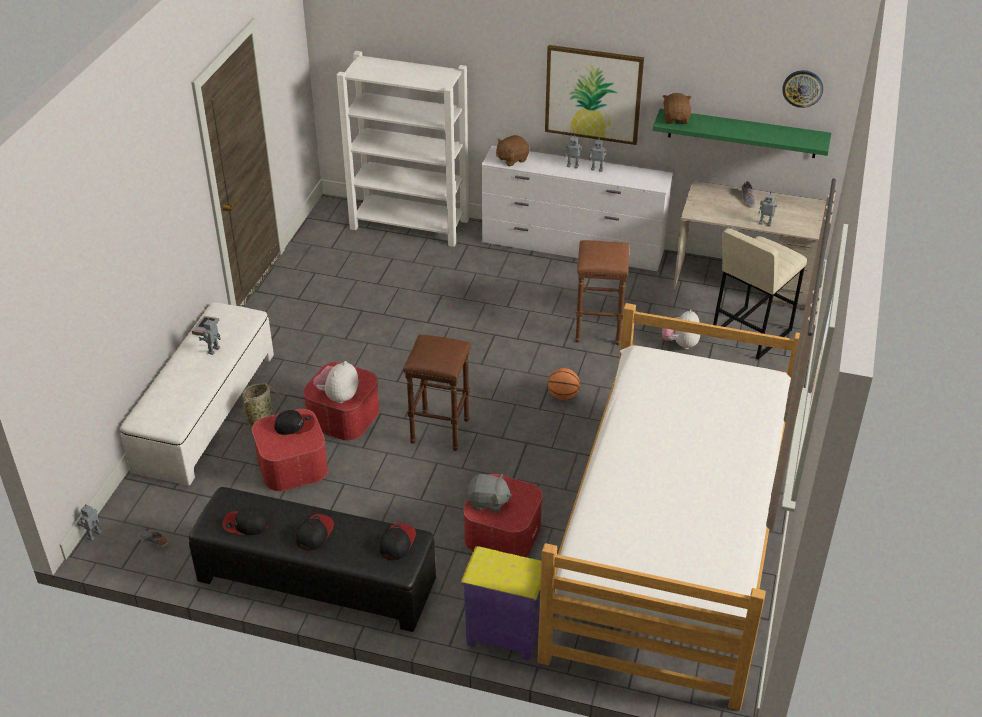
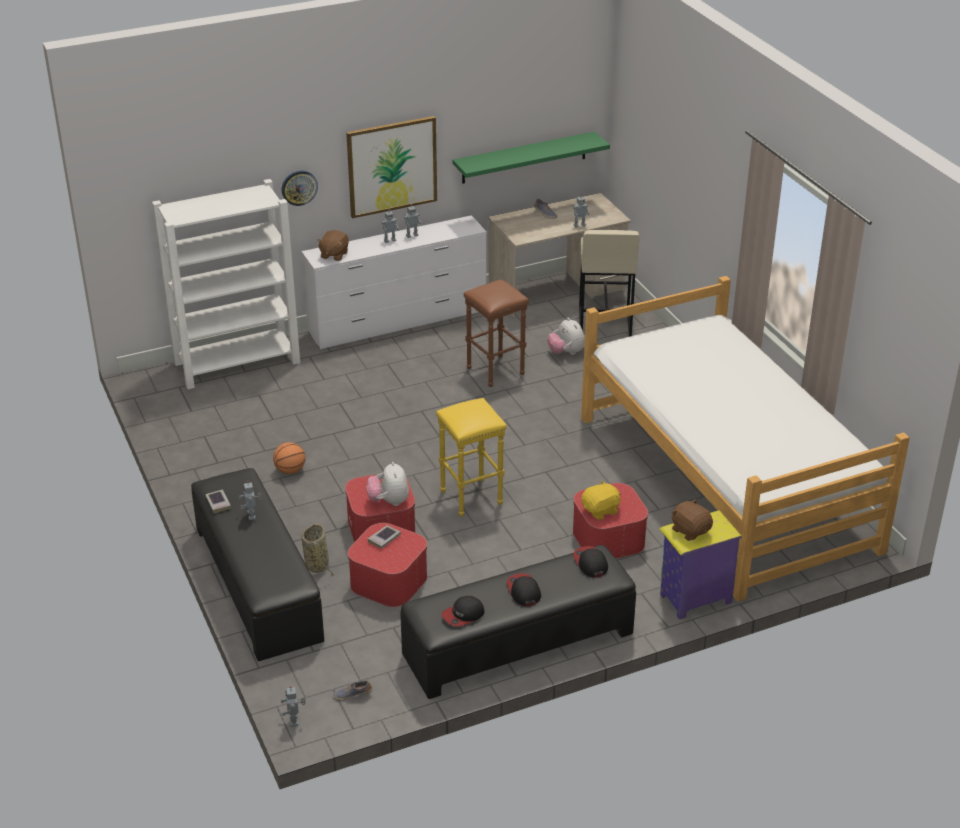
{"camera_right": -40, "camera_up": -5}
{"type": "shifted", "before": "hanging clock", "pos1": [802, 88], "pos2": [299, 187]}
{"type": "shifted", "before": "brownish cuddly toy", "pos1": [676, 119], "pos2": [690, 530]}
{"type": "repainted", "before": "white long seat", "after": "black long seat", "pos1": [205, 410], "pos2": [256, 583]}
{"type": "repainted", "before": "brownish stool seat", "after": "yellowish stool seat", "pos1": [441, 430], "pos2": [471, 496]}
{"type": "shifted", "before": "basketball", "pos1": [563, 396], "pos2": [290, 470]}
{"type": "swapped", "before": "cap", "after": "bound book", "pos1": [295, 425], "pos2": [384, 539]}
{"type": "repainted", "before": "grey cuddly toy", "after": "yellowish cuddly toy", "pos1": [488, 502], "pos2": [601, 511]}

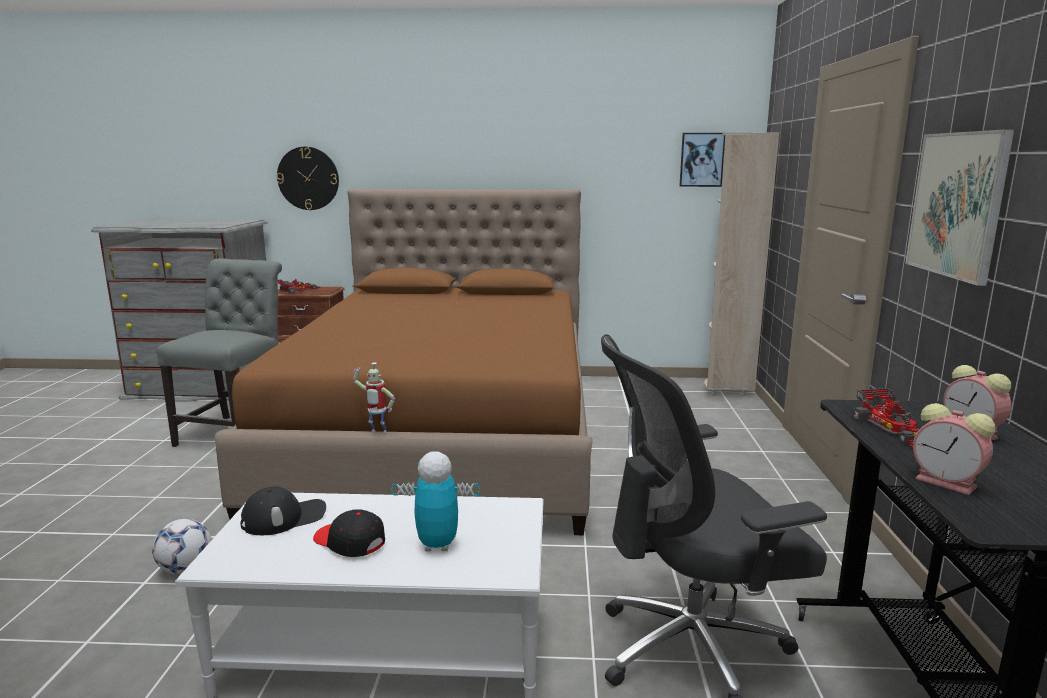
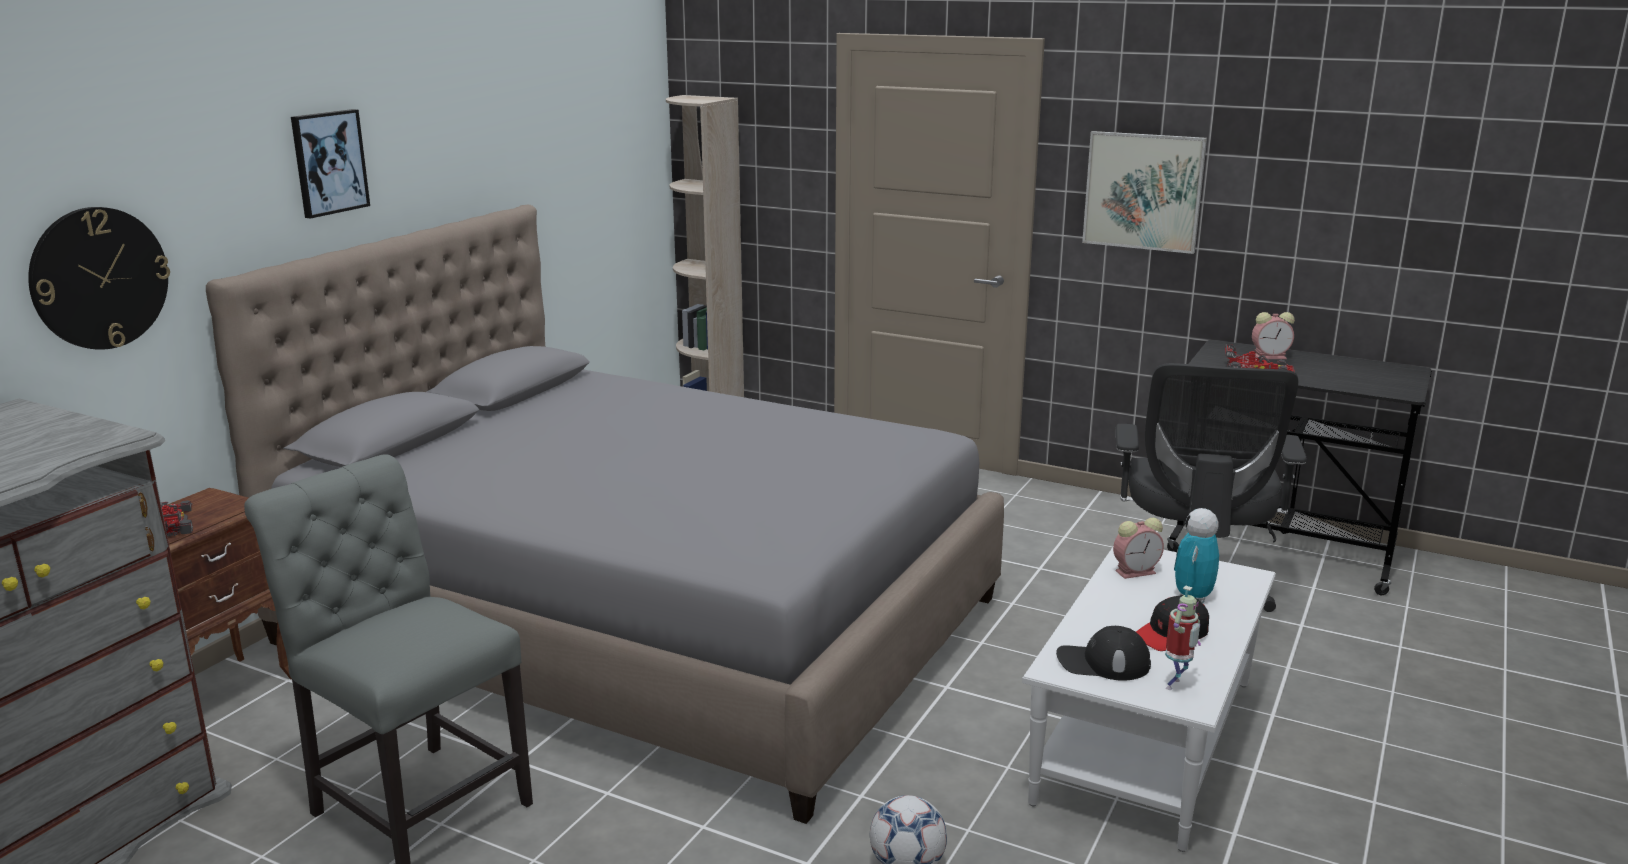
{"camera_right": -65, "camera_up": 5}
{"type": "shifted", "before": "wall art", "pos1": [701, 159], "pos2": [329, 162]}
{"type": "repainted", "before": "brownish bedroom bed", "after": "grey bedroom bed", "pos1": [445, 433], "pos2": [642, 619]}
{"type": "shifted", "before": "model robot", "pos1": [377, 432], "pos2": [1176, 686]}
{"type": "shifted", "before": "table clock", "pos1": [948, 483], "pos2": [1136, 571]}
{"type": "rotated", "before": "black cap", "pos1": [284, 517], "pos2": [1102, 662], "turn": -75}

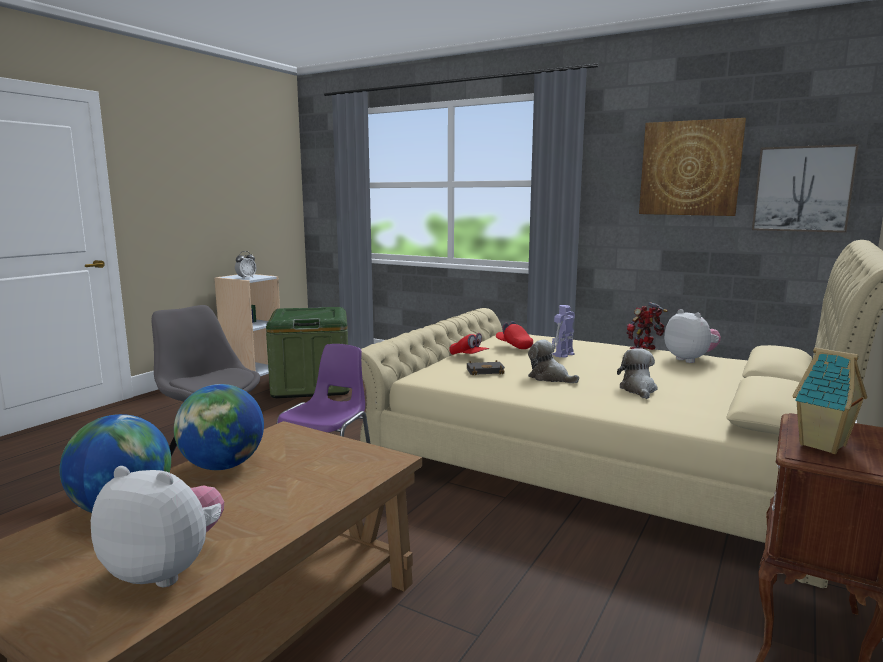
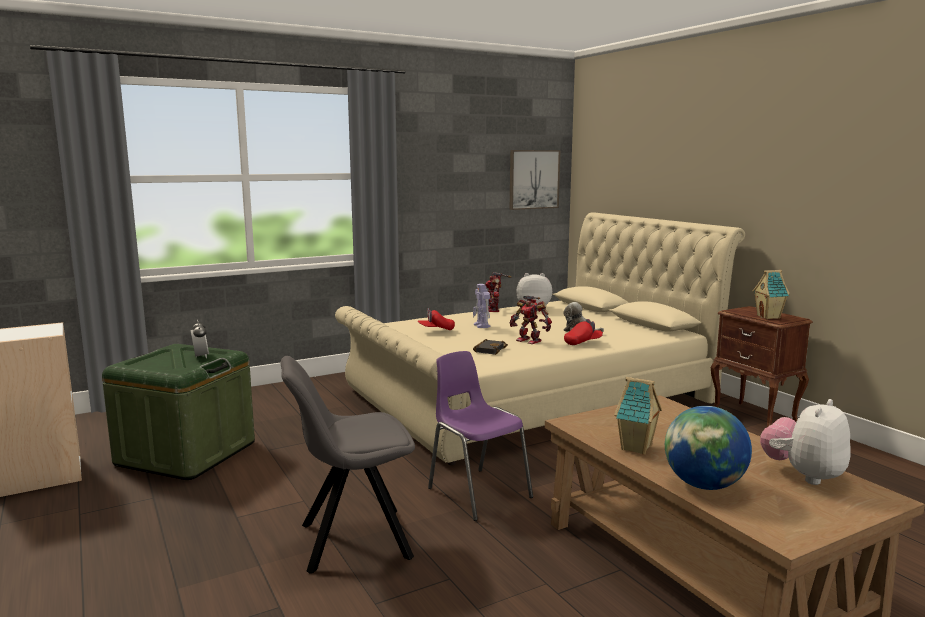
{"camera_right": -60, "camera_up": 0}
{"type": "gone", "before": "wall art", "pos1": [690, 168]}
{"type": "shifted", "before": "table clock", "pos1": [246, 278], "pos2": [201, 356]}
{"type": "shifted", "before": "red cap", "pos1": [468, 356], "pos2": [583, 342]}
{"type": "swapped", "before": "cuddly toy", "after": "model robot", "pos1": [550, 378], "pos2": [529, 340]}
{"type": "swapped", "before": "desk globe", "after": "model house", "pos1": [223, 466], "pos2": [637, 448]}

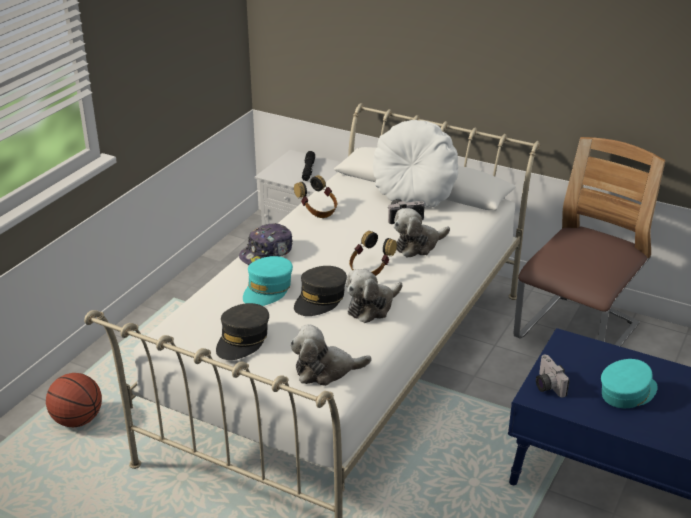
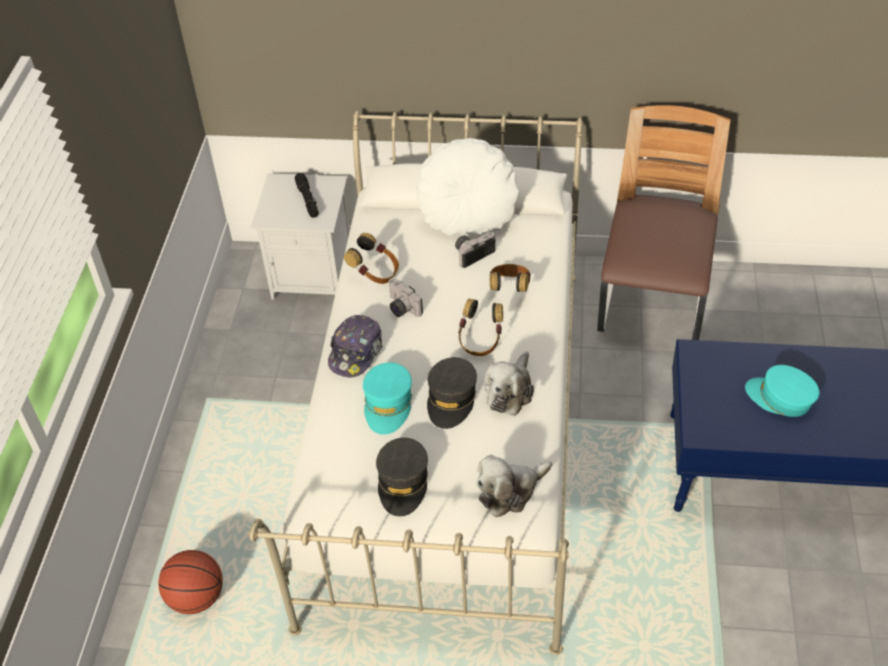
{"camera_right": -20, "camera_up": 15}
{"type": "swapped", "before": "cuddly toy", "after": "headphones", "pos1": [418, 245], "pos2": [509, 289]}
{"type": "shifted", "before": "photo camera", "pos1": [546, 385], "pos2": [401, 308]}
{"type": "rotated", "before": "turquoise-coloured cap", "pos1": [627, 392], "pos2": [780, 398], "turn": -90}

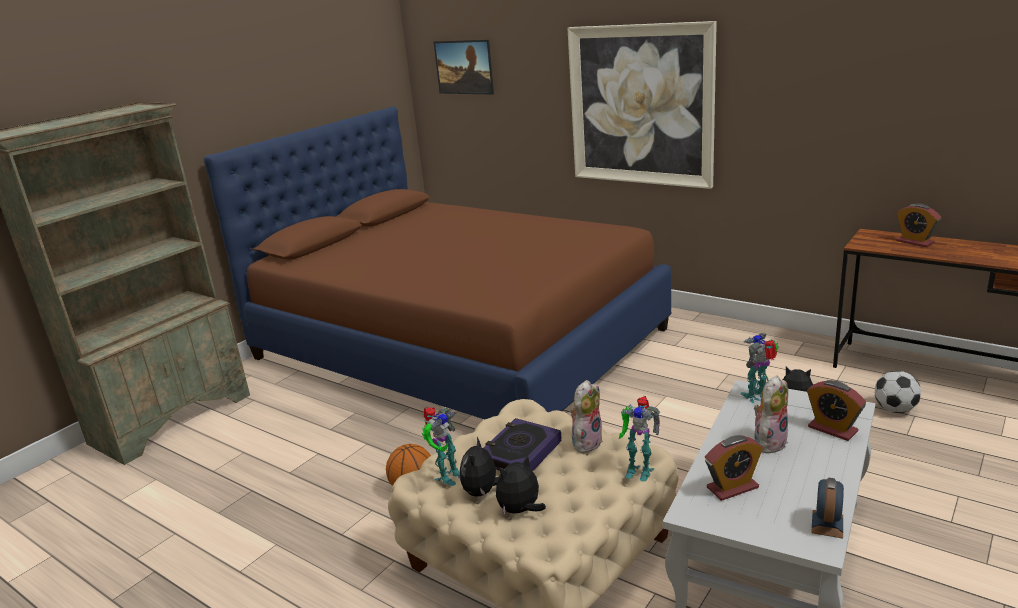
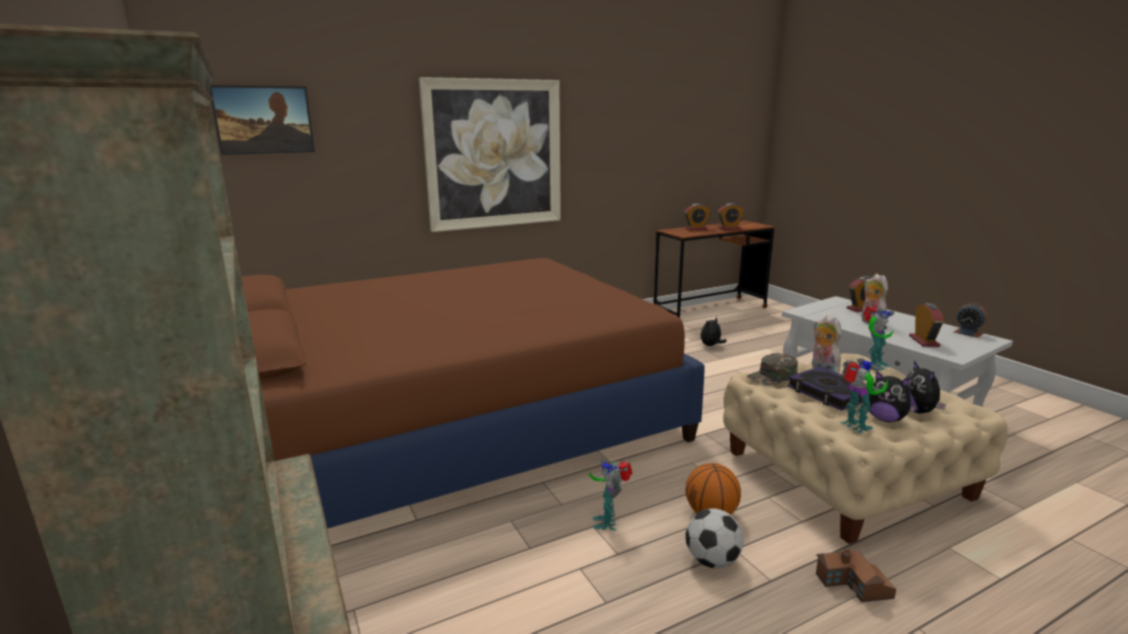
{"camera_right": -65, "camera_up": -5}
{"type": "shifted", "before": "model robot", "pos1": [758, 396], "pos2": [608, 522]}
{"type": "shifted", "before": "football ball", "pos1": [895, 409], "pos2": [712, 560]}
{"type": "new", "after": "table clock", "pos2": [729, 228]}
{"type": "new", "after": "green cap", "pos2": [772, 376]}
{"type": "new", "after": "model house", "pos2": [853, 585]}

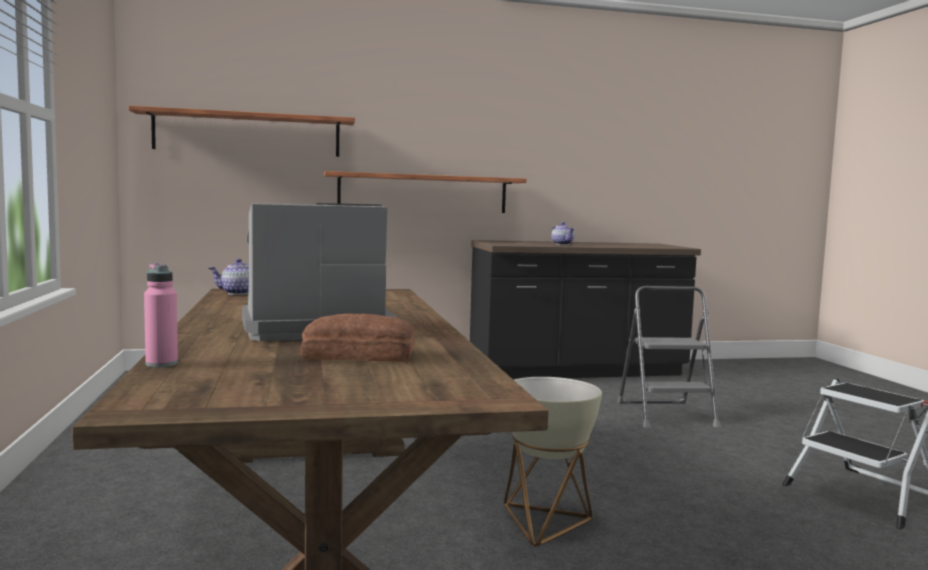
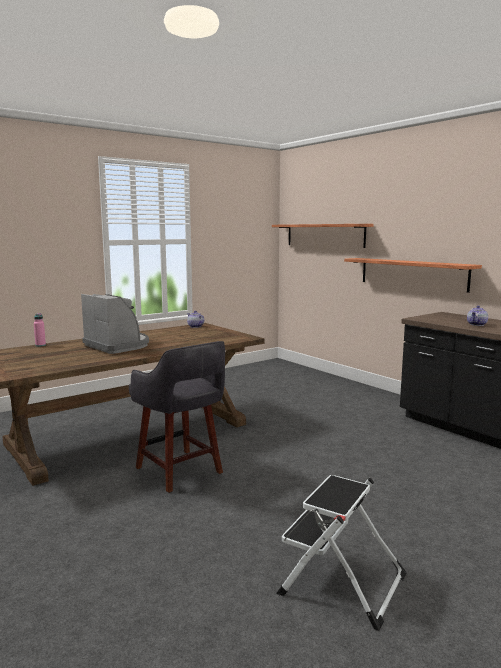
{"camera_right": 65, "camera_up": 5}
{"type": "gone", "before": "grey step ladder", "pos1": [665, 413]}
{"type": "gone", "before": "baked bread", "pos1": [360, 355]}
{"type": "swapped", "before": "plant pot", "after": "grey stool seat", "pos1": [546, 523], "pos2": [180, 472]}

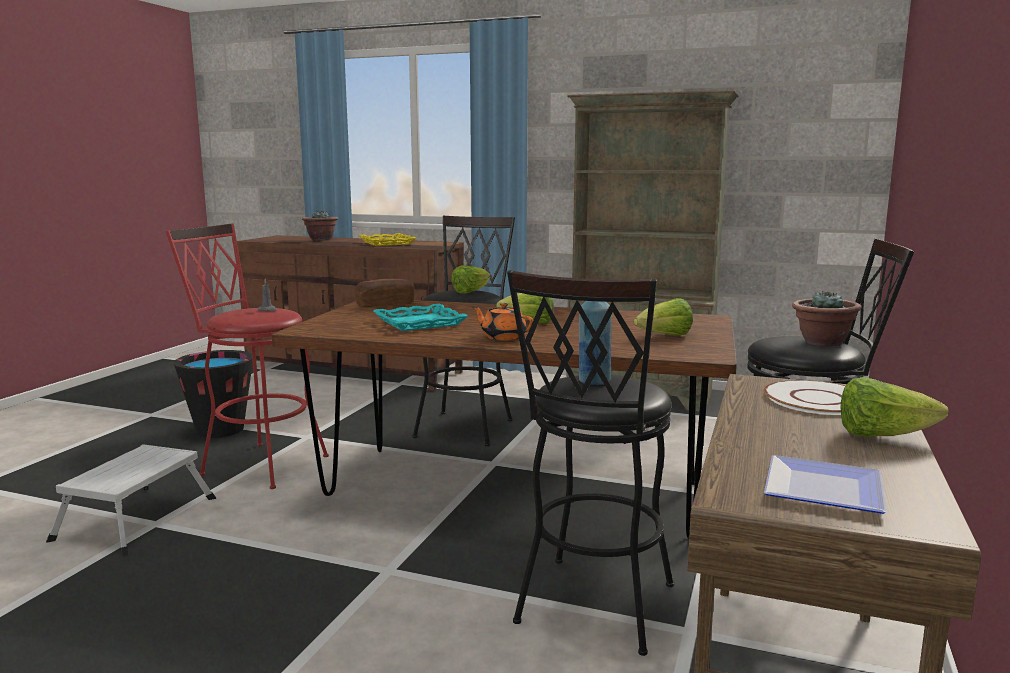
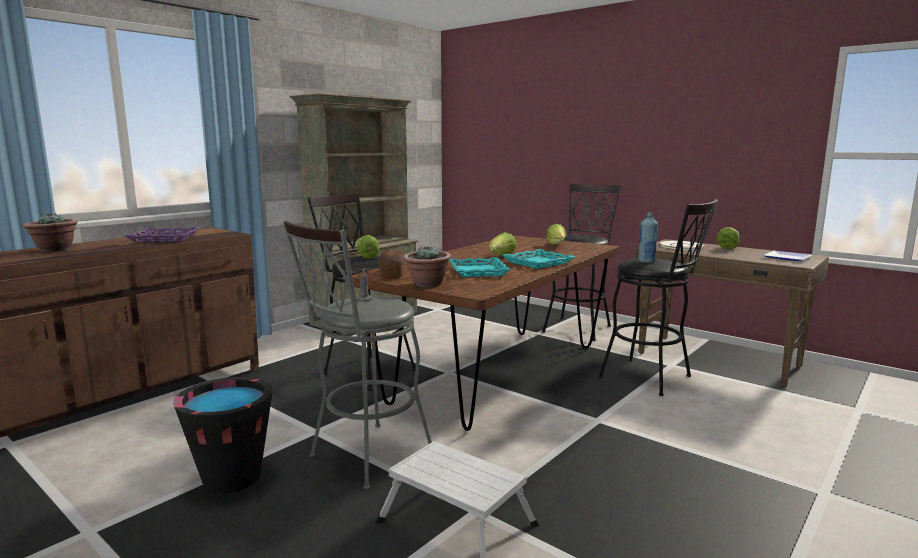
{"camera_right": -70, "camera_up": 0}
{"type": "repainted", "before": "red stool seat", "after": "grey stool seat", "pos1": [257, 463], "pos2": [364, 458]}
{"type": "repainted", "before": "yellowish tray", "after": "purple-coloured tray", "pos1": [387, 243], "pos2": [165, 238]}
{"type": "shifted", "before": "plant in a pot", "pos1": [822, 342], "pos2": [427, 284]}
{"type": "swapped", "before": "orange-coloured pot for tea", "after": "turquoise-coloured tray", "pos1": [503, 337], "pos2": [538, 263]}

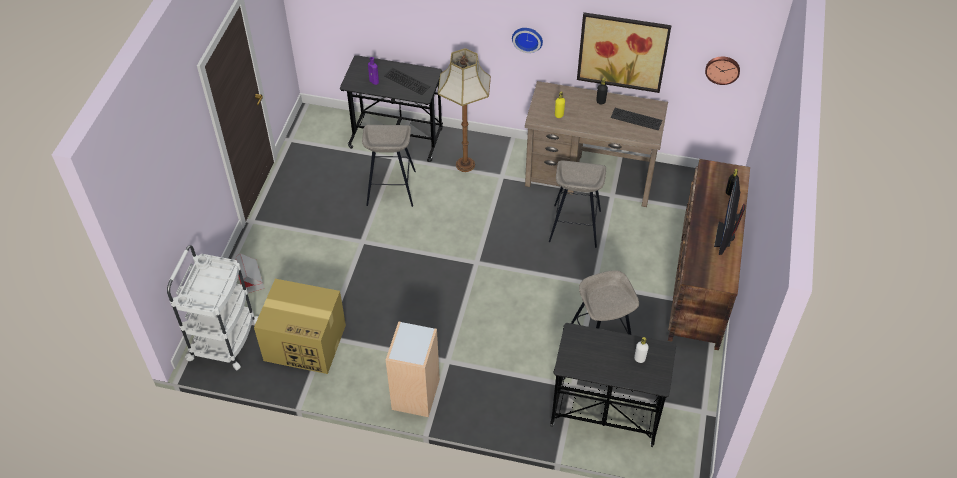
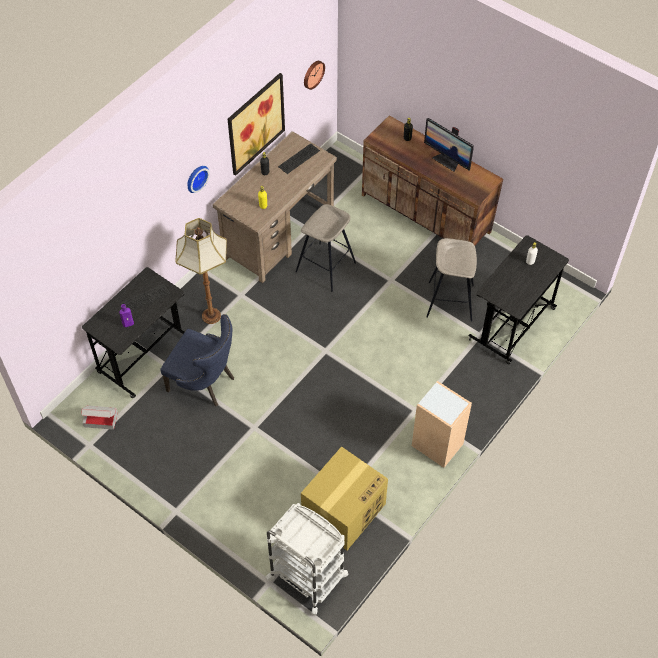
{"camera_right": -65, "camera_up": 5}
{"type": "swapped", "before": "grey stool seat", "after": "blue-coloured chair", "pos1": [391, 188], "pos2": [204, 383]}
{"type": "shifted", "before": "packing box", "pos1": [250, 279], "pos2": [101, 419]}

